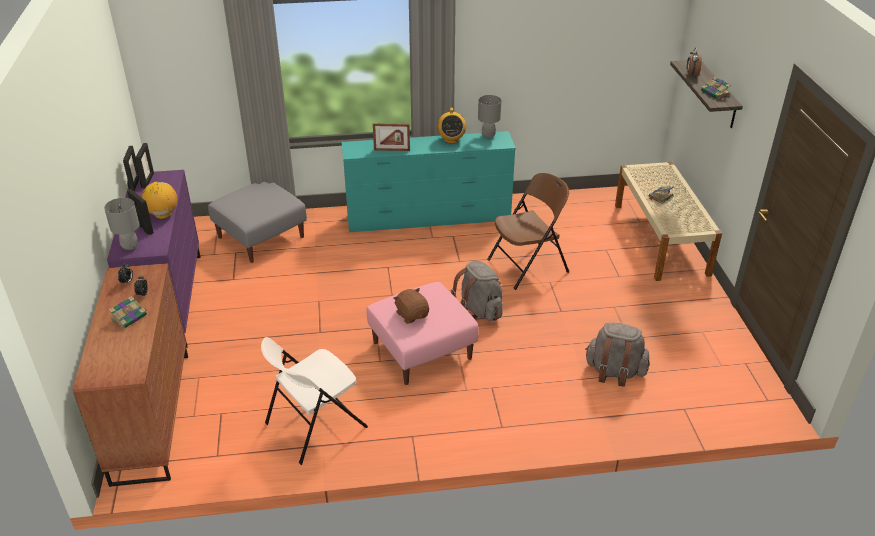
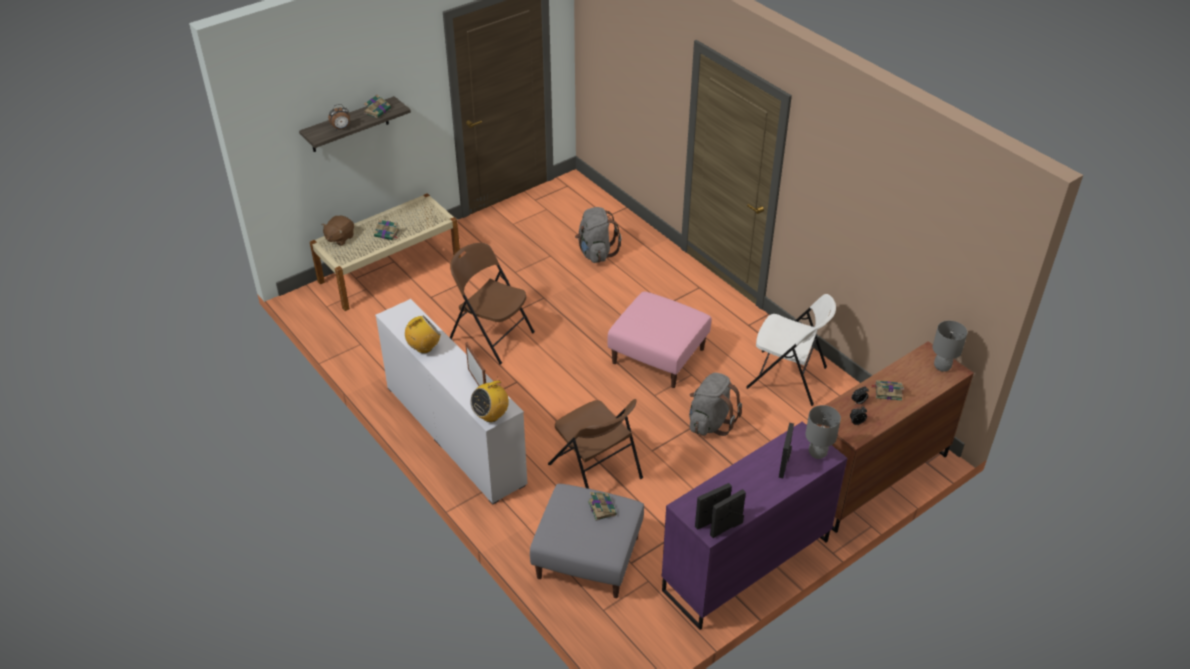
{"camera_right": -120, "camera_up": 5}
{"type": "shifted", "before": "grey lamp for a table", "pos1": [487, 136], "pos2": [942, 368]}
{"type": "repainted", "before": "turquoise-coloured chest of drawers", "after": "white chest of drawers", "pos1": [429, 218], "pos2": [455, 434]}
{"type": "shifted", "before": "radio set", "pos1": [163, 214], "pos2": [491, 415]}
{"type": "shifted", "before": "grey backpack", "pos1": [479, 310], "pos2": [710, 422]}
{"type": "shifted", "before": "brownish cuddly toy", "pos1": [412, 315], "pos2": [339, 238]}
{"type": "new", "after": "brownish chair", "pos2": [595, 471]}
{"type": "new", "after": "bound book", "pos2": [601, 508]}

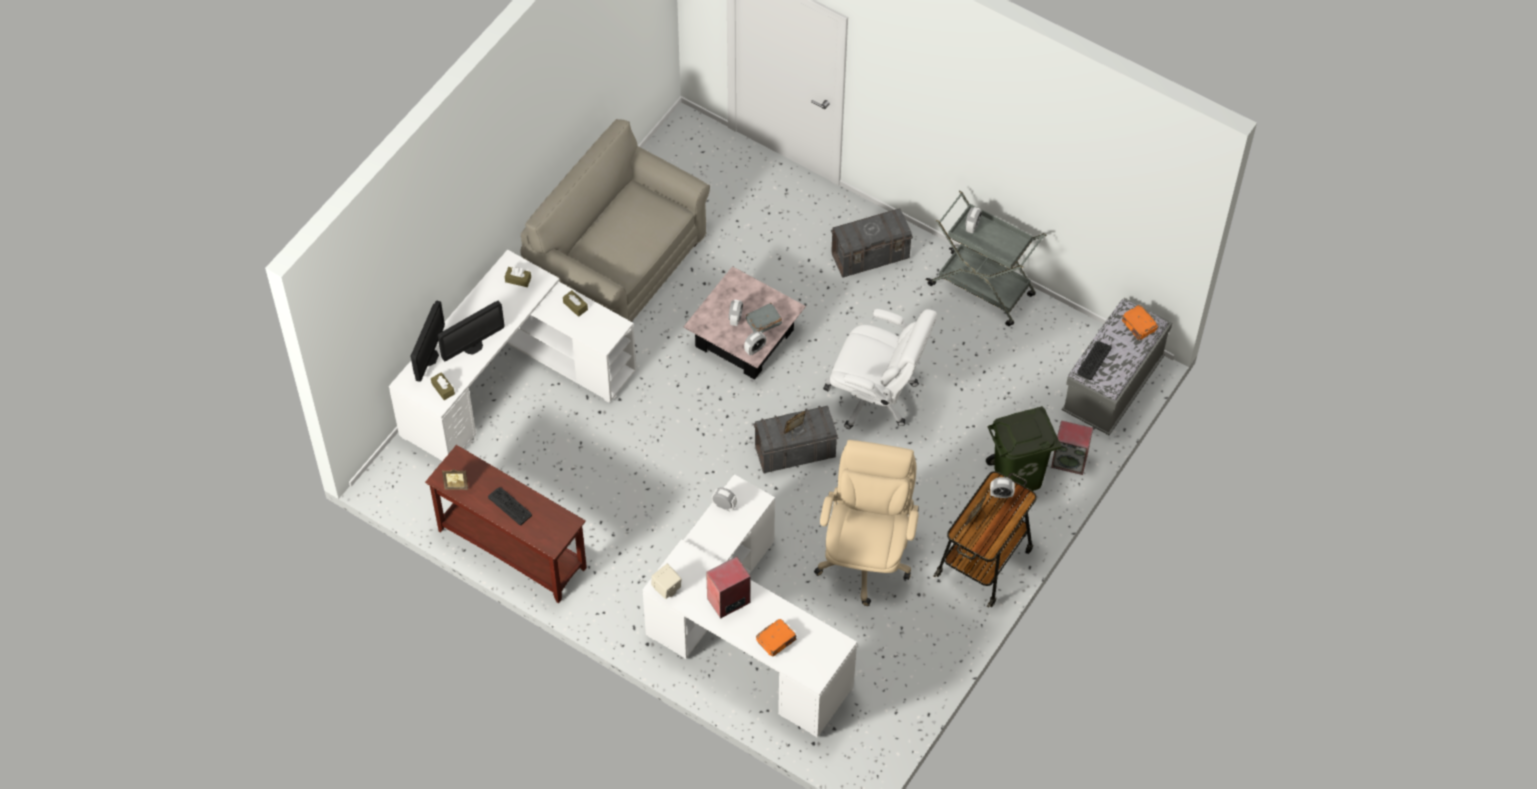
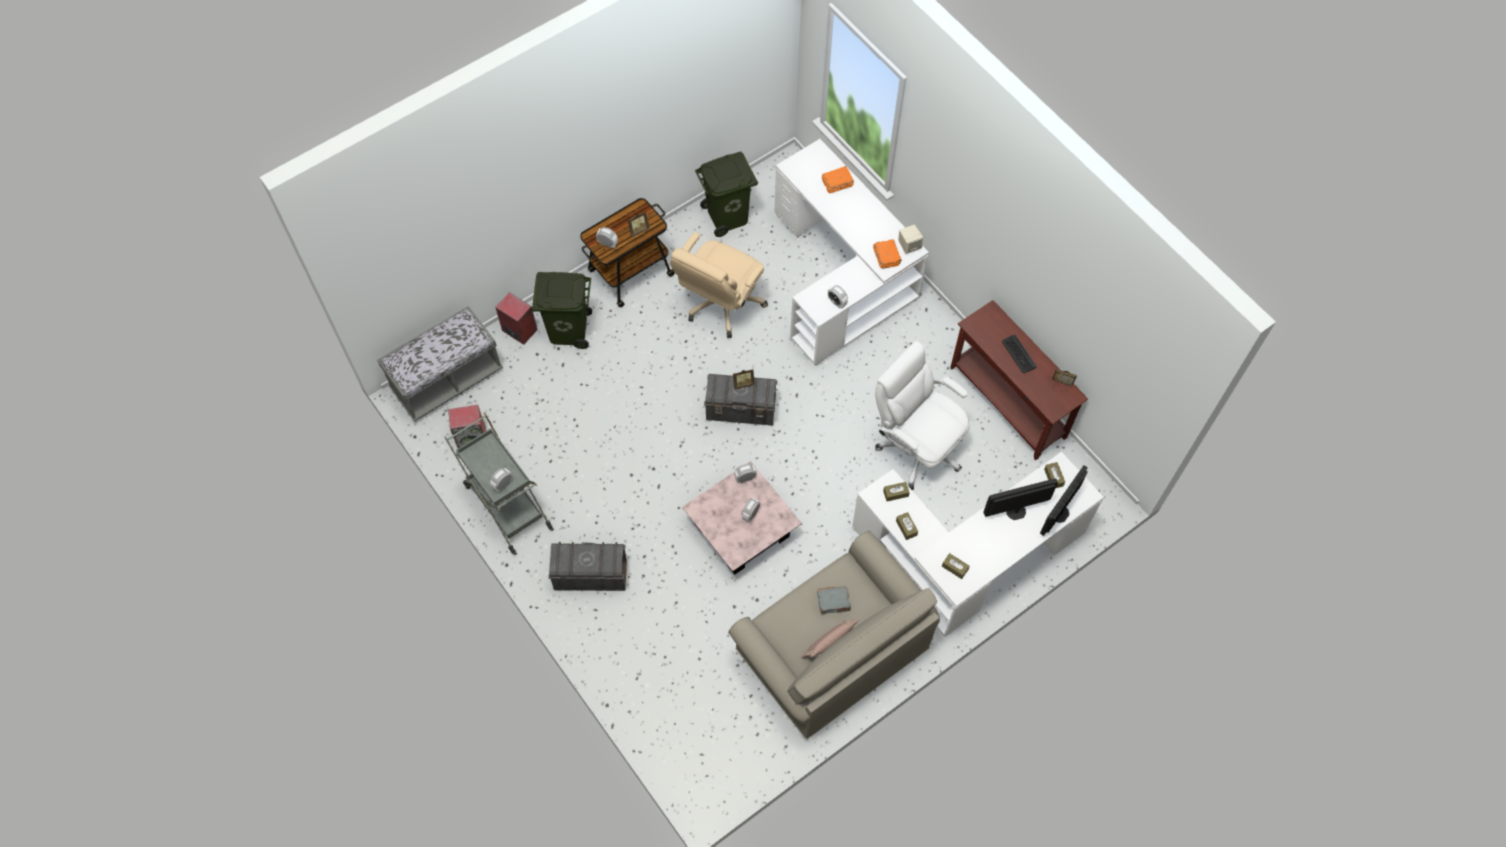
{"camera_right": -160, "camera_up": 5}
{"type": "shifted", "before": "grey bound book", "pos1": [763, 323], "pos2": [833, 602]}
{"type": "shifted", "before": "orange-coloured bound book", "pos1": [1138, 326], "pos2": [886, 256]}
{"type": "shifted", "before": "white computer chair", "pos1": [877, 398], "pos2": [915, 446]}
{"type": "gone", "before": "PC keyboard", "pos1": [1093, 360]}
{"type": "shifted", "before": "loudspeaker", "pos1": [728, 601], "pos2": [472, 437]}
{"type": "new", "after": "green trash can", "pos2": [728, 217]}
{"type": "new", "after": "brownish tissue holder", "pos2": [895, 493]}
{"type": "new", "after": "beige-coloured pillow", "pos2": [828, 645]}

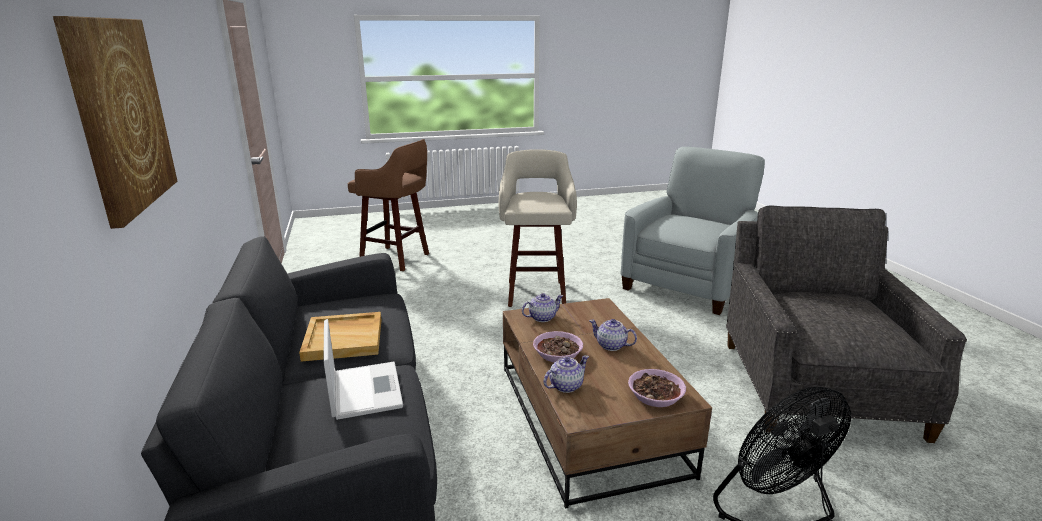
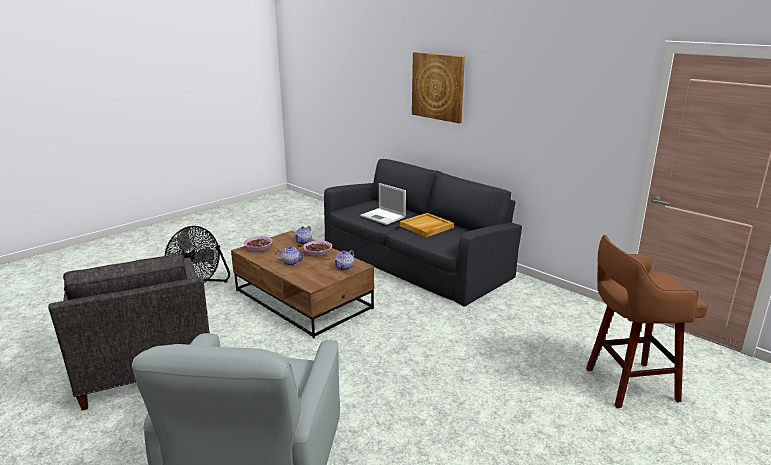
{"camera_right": 150, "camera_up": 0}
{"type": "gone", "before": "beige-coloured stool seat", "pos1": [536, 292]}

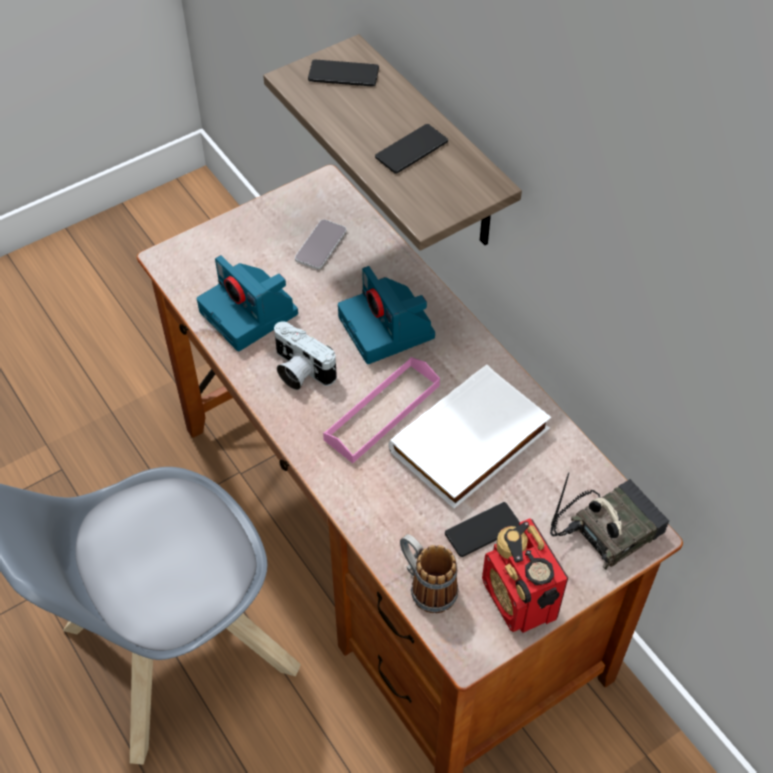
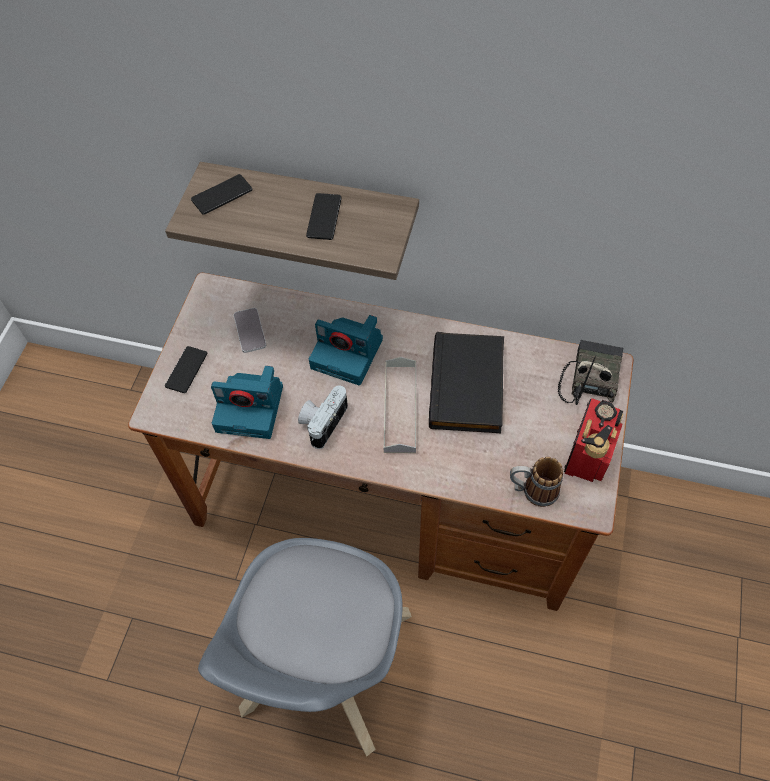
{"camera_right": -40, "camera_up": 5}
{"type": "rotated", "before": "photo camera", "pos1": [299, 371], "pos2": [322, 421], "turn": 120}
{"type": "repainted", "before": "pink-coloured tray", "after": "grey tray", "pos1": [382, 412], "pos2": [400, 408]}
{"type": "repainted", "before": "white bound book", "after": "black bound book", "pos1": [471, 443], "pos2": [469, 386]}
{"type": "shifted", "before": "phone", "pos1": [482, 530], "pos2": [186, 370]}
{"type": "rotated", "before": "radio set", "pos1": [520, 600], "pos2": [588, 456], "turn": -90}

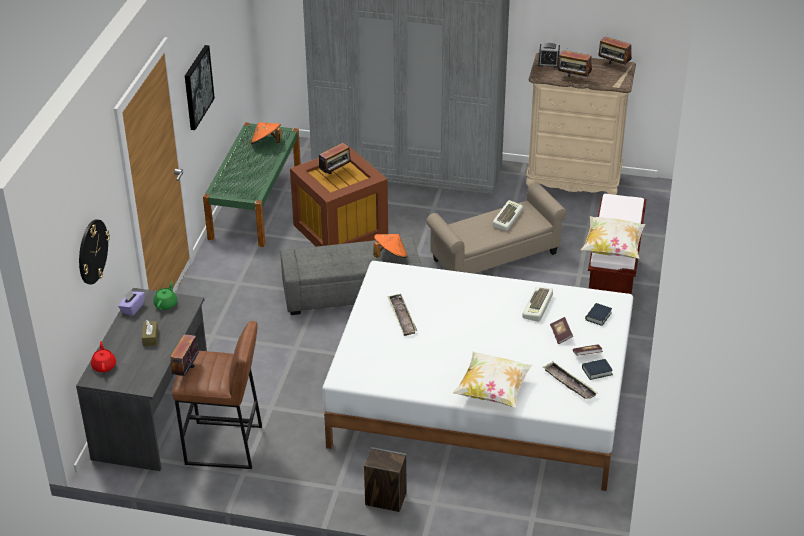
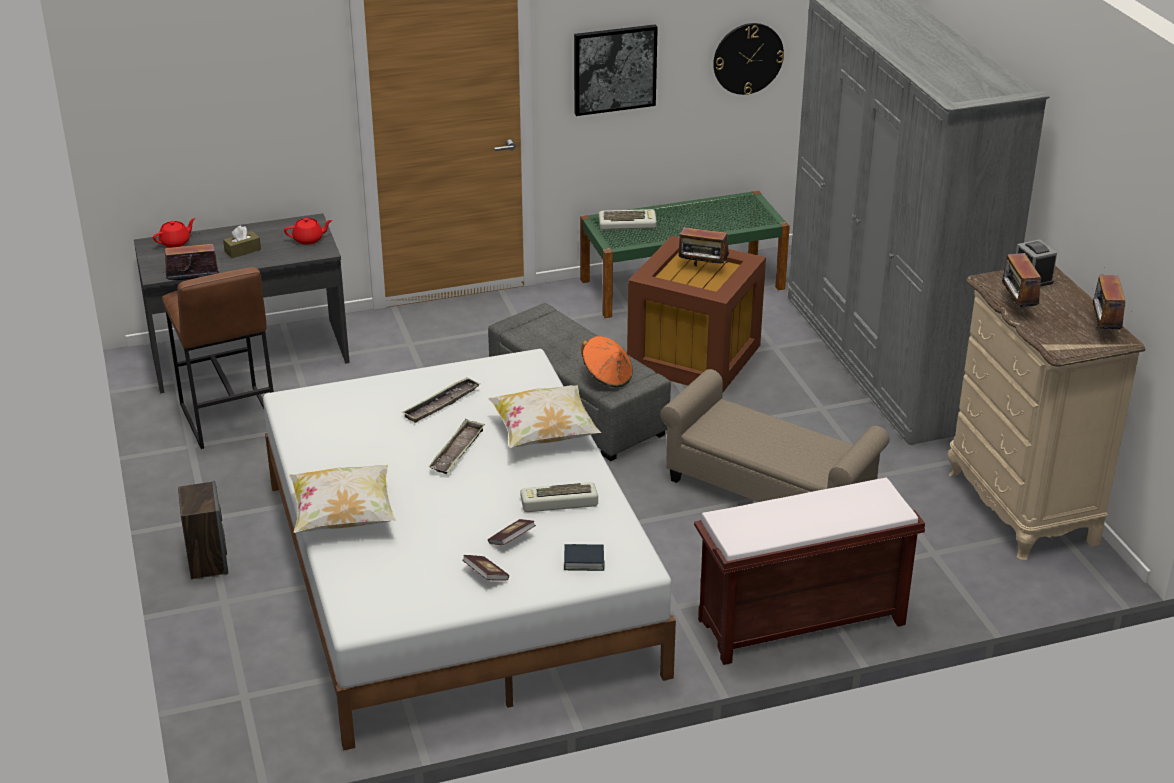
{"camera_right": 60, "camera_up": -5}
{"type": "gone", "before": "orange-coloured wearable hat", "pos1": [266, 143]}
{"type": "shifted", "before": "PC keyboard", "pos1": [507, 218], "pos2": [628, 224]}
{"type": "shifted", "before": "pillow", "pos1": [612, 249], "pos2": [544, 435]}
{"type": "shifted", "before": "hanging clock", "pos1": [92, 251], "pos2": [748, 58]}
{"type": "repainted", "before": "green pot for tea", "after": "red pot for tea", "pos1": [166, 304], "pos2": [309, 239]}
{"type": "gone", "before": "purple-coloured tissue holder", "pos1": [132, 308]}
{"type": "gone", "before": "bound book", "pos1": [597, 371]}
{"type": "shifted", "before": "tray", "pos1": [569, 383], "pos2": [457, 451]}

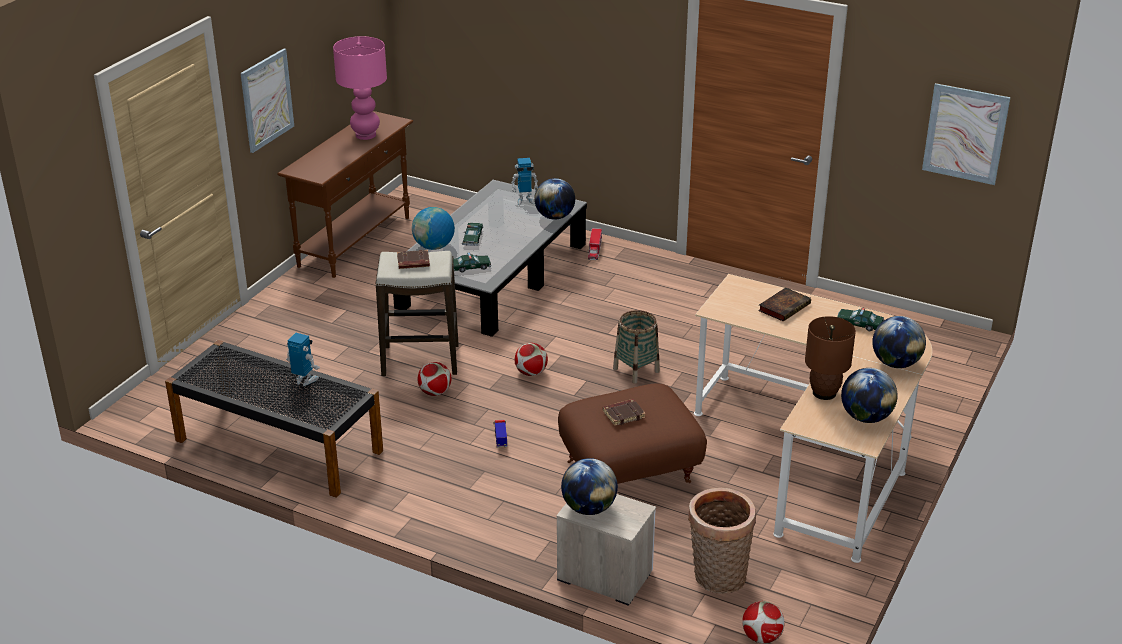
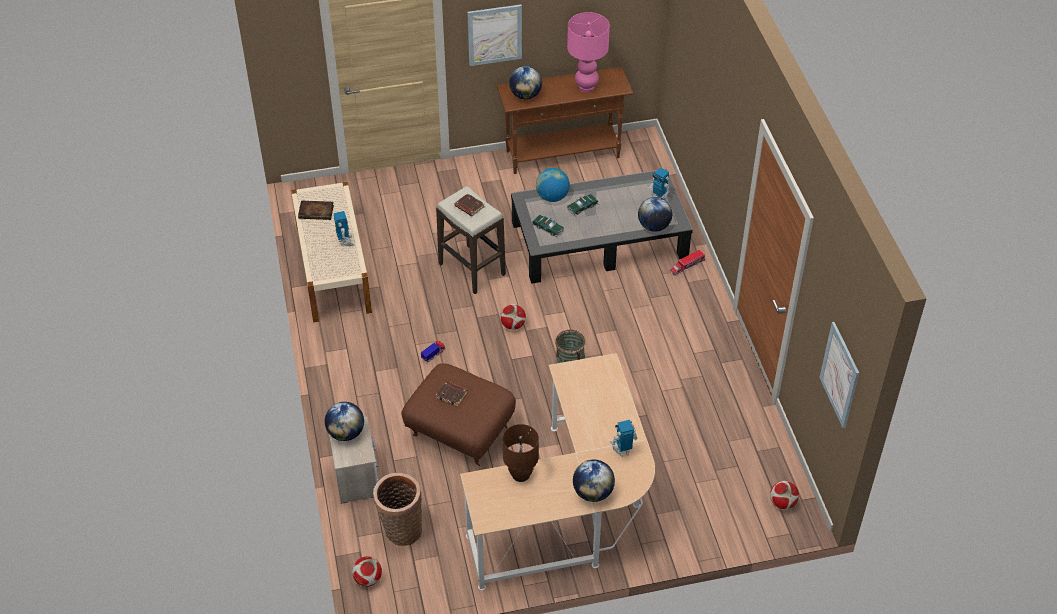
{"camera_right": 50, "camera_up": 15}
{"type": "shifted", "before": "bound book", "pos1": [784, 307], "pos2": [317, 212]}
{"type": "swapped", "before": "model car", "after": "model robot", "pos1": [859, 324], "pos2": [622, 451]}
{"type": "repainted", "before": "black long seat", "after": "beige-coloured long seat", "pos1": [278, 446], "pos2": [332, 268]}
{"type": "shifted", "before": "football ball", "pos1": [435, 392], "pos2": [782, 503]}
{"type": "shifted", "before": "desk globe", "pos1": [866, 417], "pos2": [525, 95]}

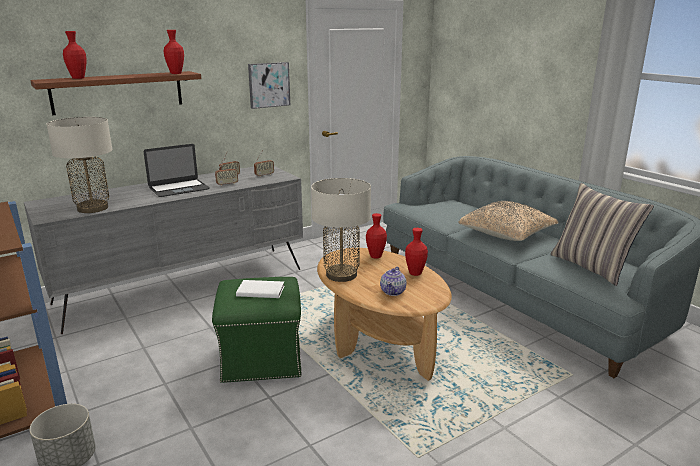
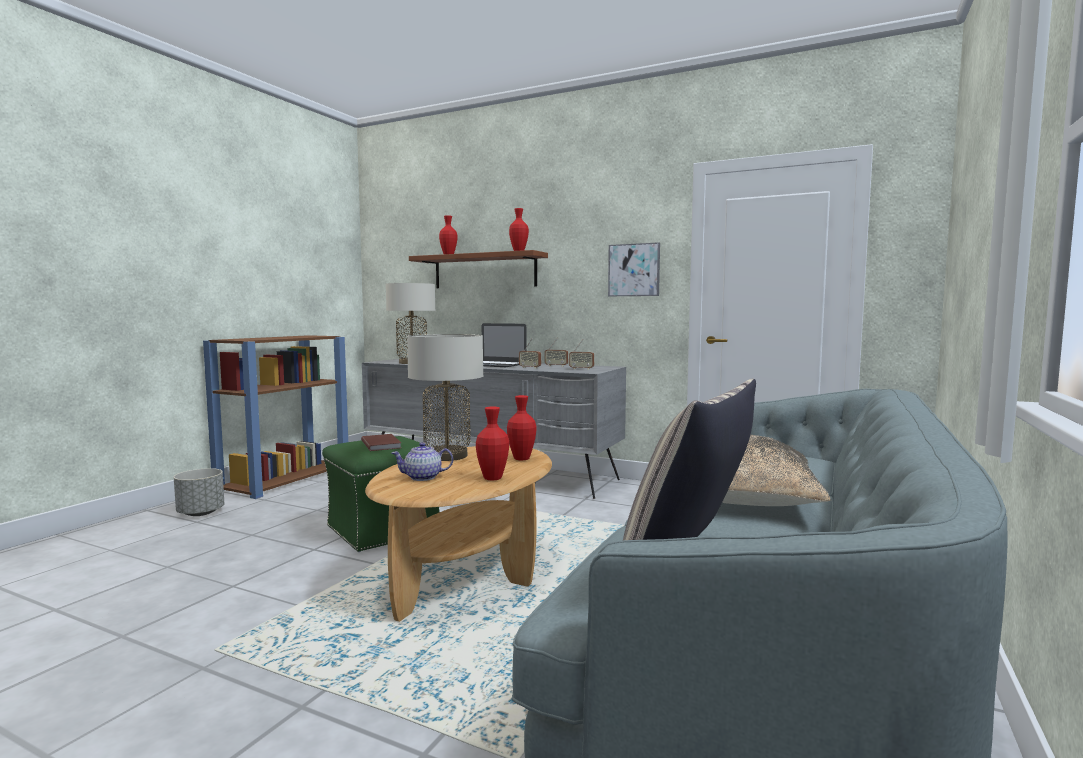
{"camera_right": 60, "camera_up": -15}
{"type": "repainted", "before": "white bound book", "after": "brownish bound book", "pos1": [260, 290], "pos2": [382, 444]}

